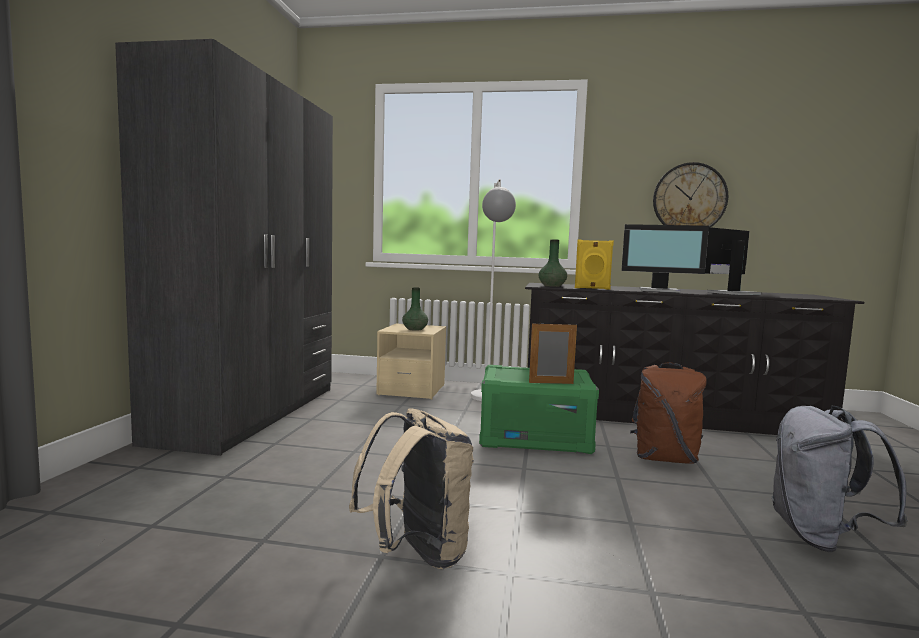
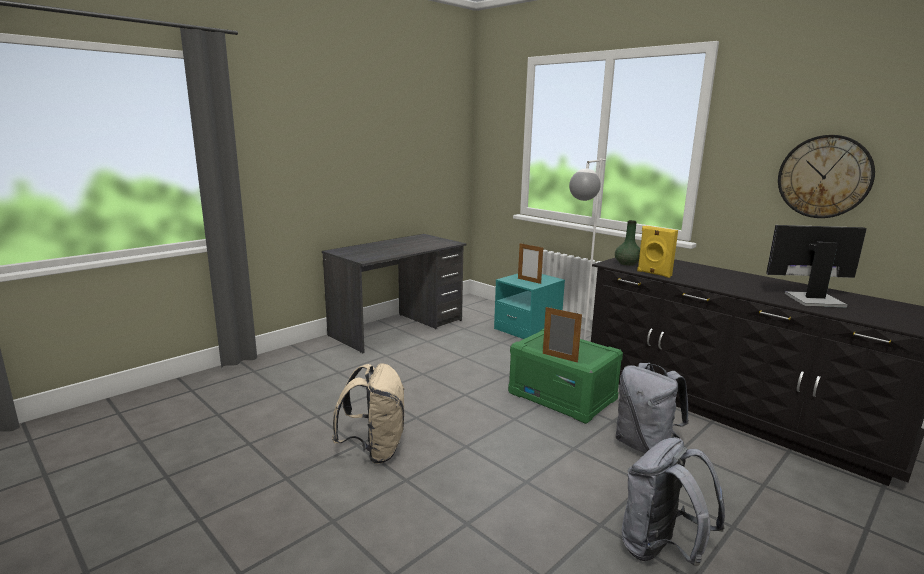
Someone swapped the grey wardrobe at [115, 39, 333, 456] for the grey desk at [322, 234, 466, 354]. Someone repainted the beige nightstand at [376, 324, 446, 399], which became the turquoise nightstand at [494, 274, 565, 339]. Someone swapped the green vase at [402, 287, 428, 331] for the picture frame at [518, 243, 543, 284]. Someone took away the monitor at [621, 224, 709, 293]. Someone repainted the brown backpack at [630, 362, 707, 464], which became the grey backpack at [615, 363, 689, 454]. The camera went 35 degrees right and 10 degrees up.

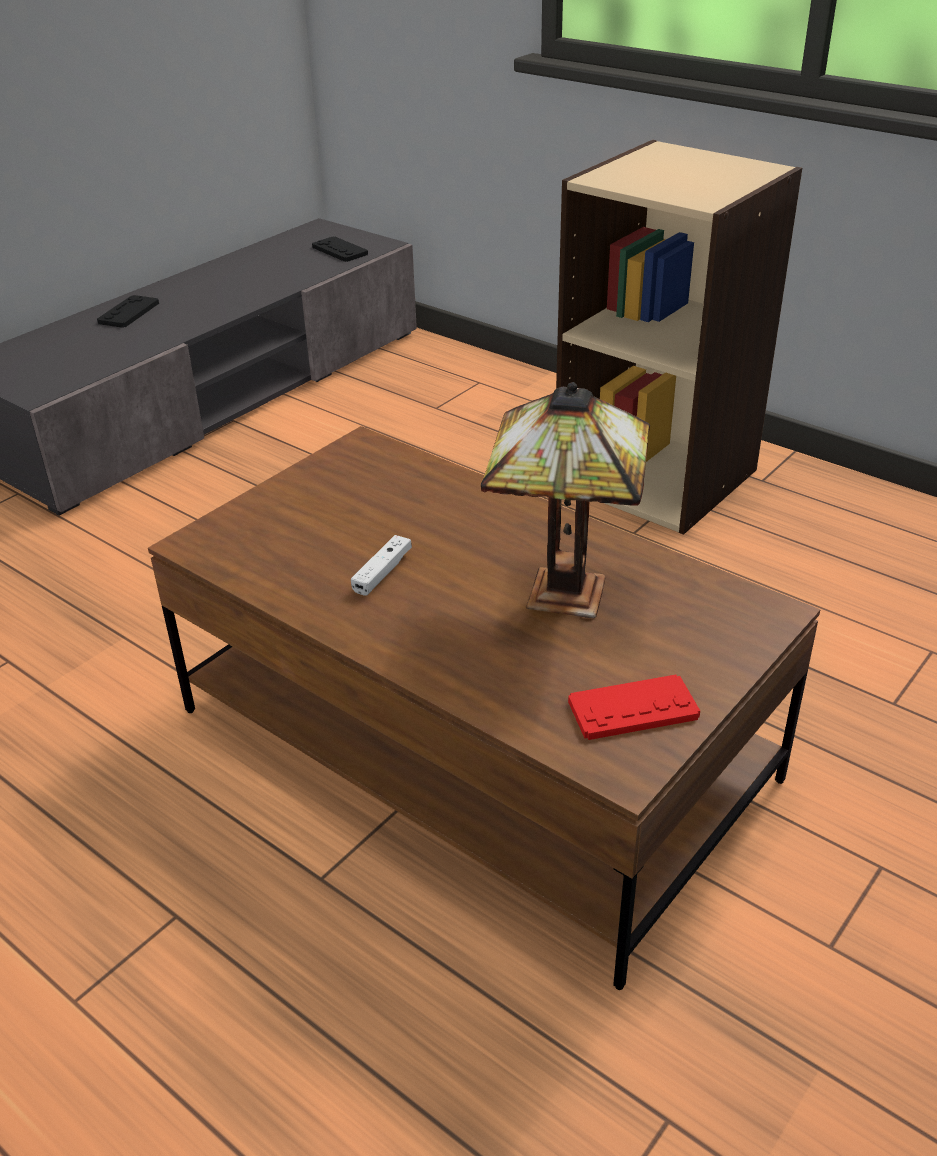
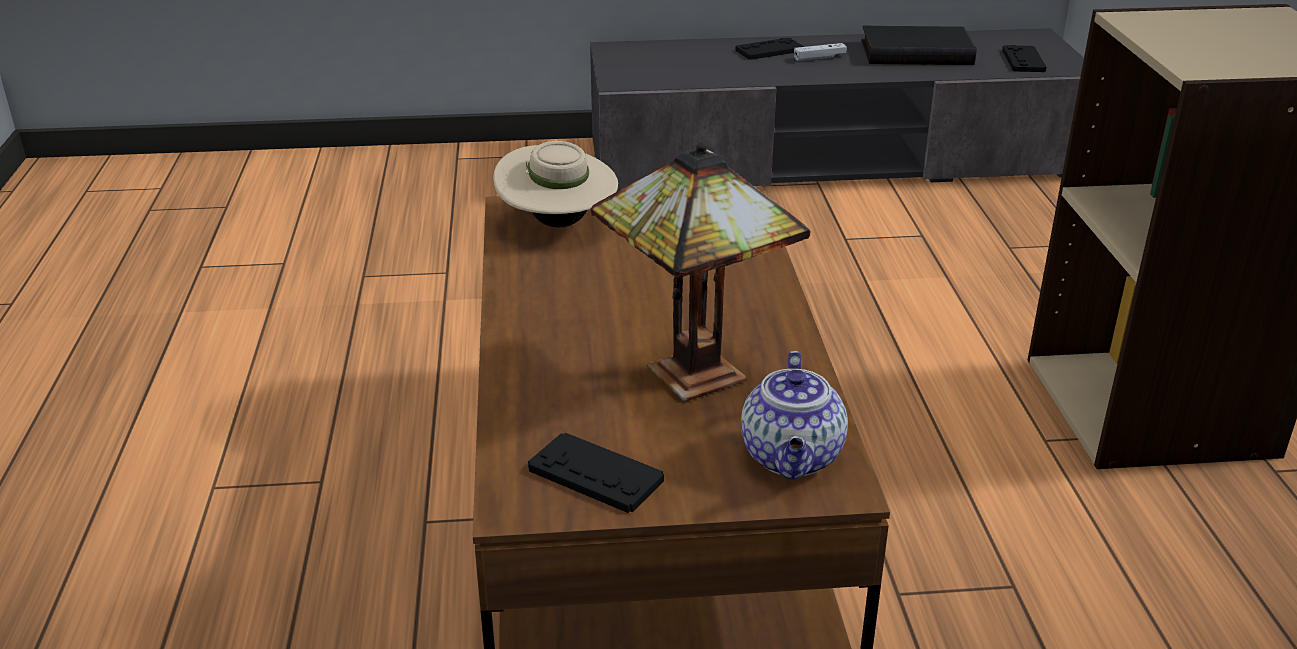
Someone carried the white game controller from [351, 535, 412, 596] to [794, 43, 847, 61]. Someone repainted the red game controller at [568, 675, 700, 740], which became the black game controller at [528, 433, 664, 513]. Someone put down the beige hat at [493, 141, 618, 227]. Someone put down the teapot at [741, 351, 848, 479]. Someone put down the black book at [861, 25, 977, 65]. The camera went 45 degrees right and 5 degrees down.

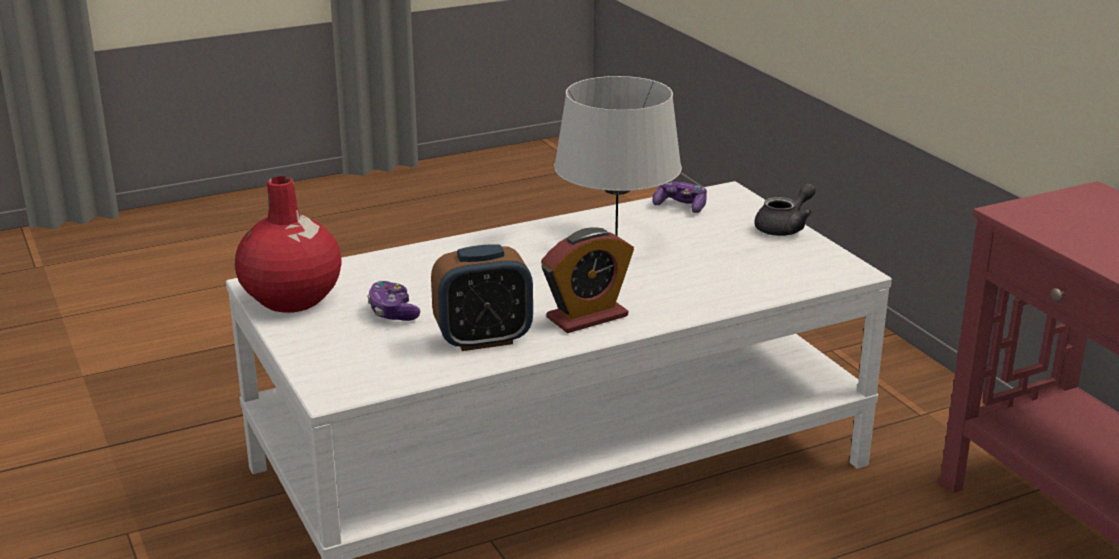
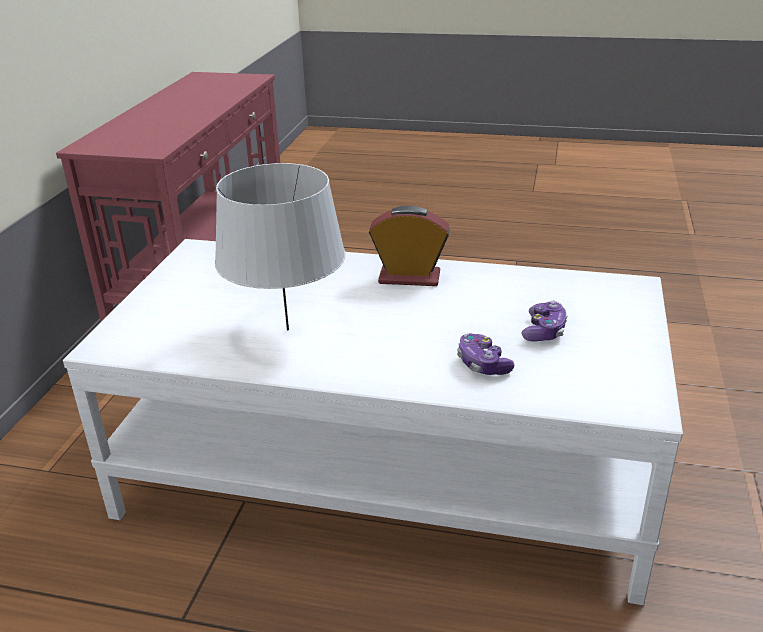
Someone took away the red vase at [235, 176, 342, 313]. Someone took away the alarm clock at [431, 244, 533, 351]. Someone carried the game controller from [652, 181, 707, 213] to [457, 334, 514, 375]. Someone took away the grey teapot at [754, 183, 816, 236]. The camera went 140 degrees left and 5 degrees up.

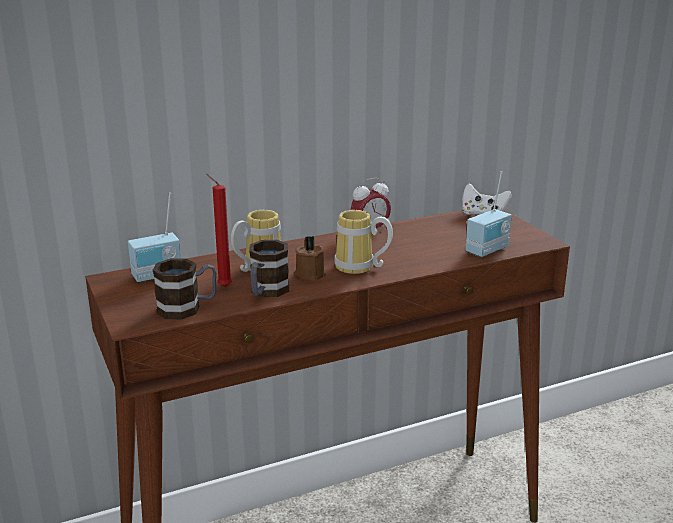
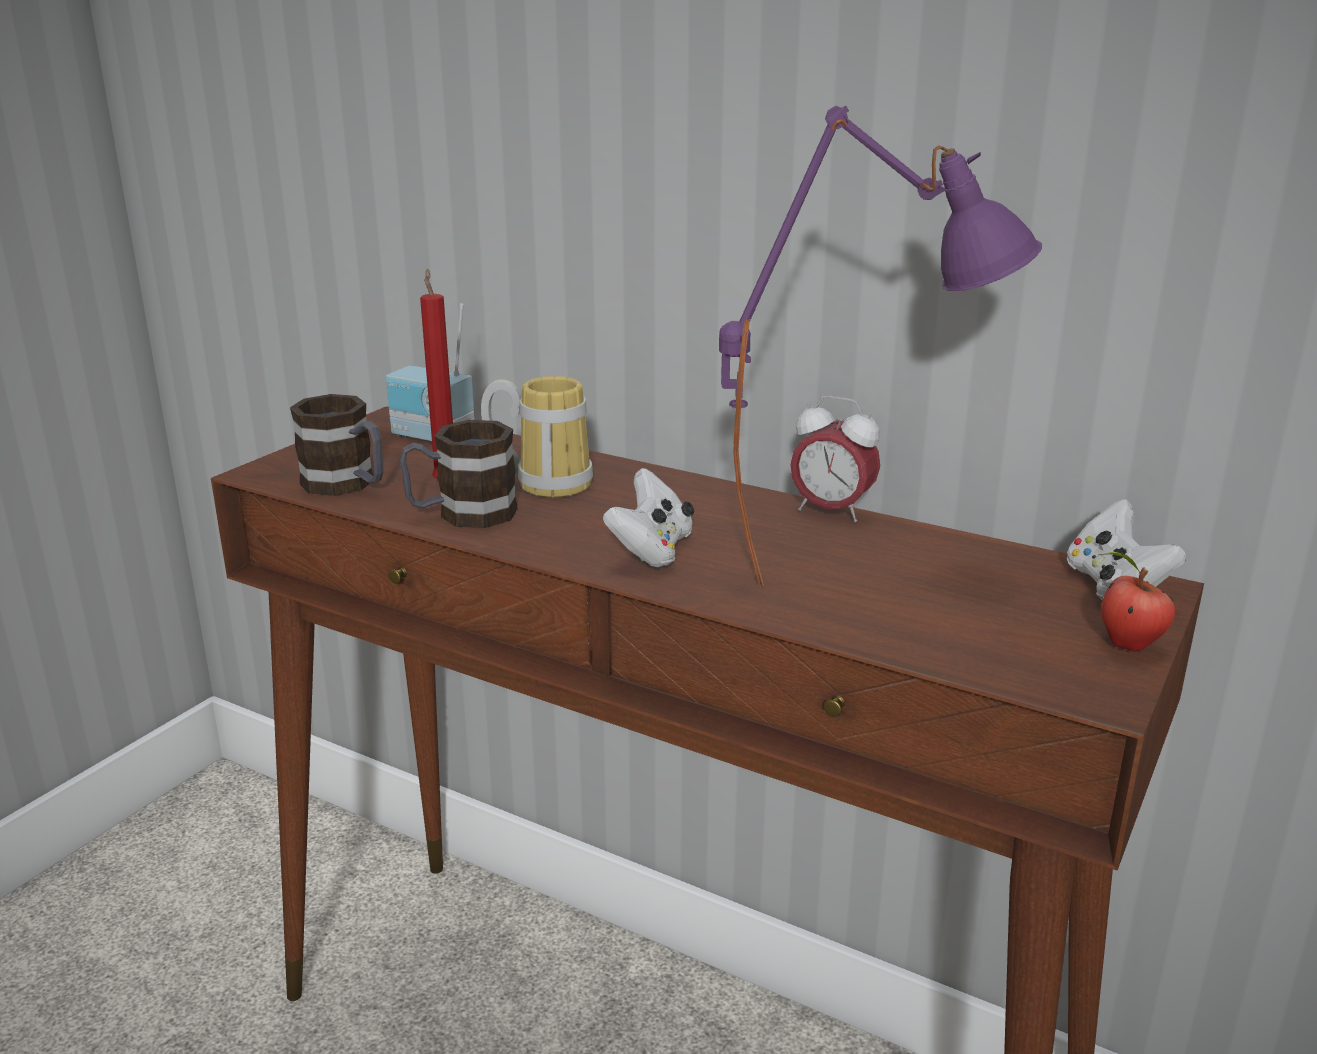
Someone took away the brown candle at [295, 236, 326, 281]. Someone swapped the mug at [334, 210, 393, 274] for the white game controller at [603, 468, 694, 568]. Someone took away the radio at [465, 171, 512, 257]. Someone put down the purple table lamp at [719, 106, 1042, 587]. Someone put down the apple at [1099, 552, 1175, 652]. The camera went 55 degrees right and 0 degrees up.

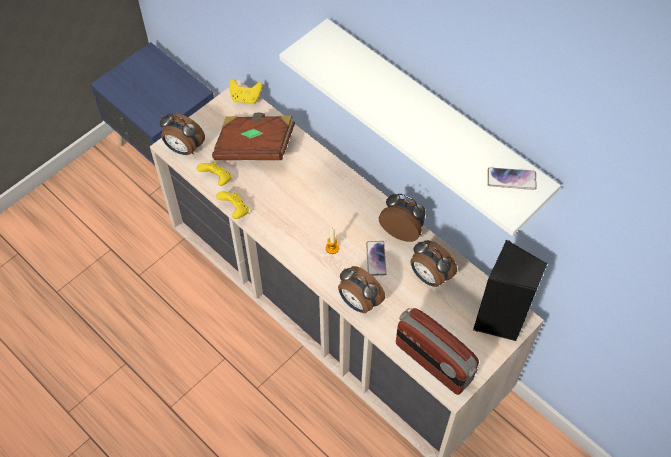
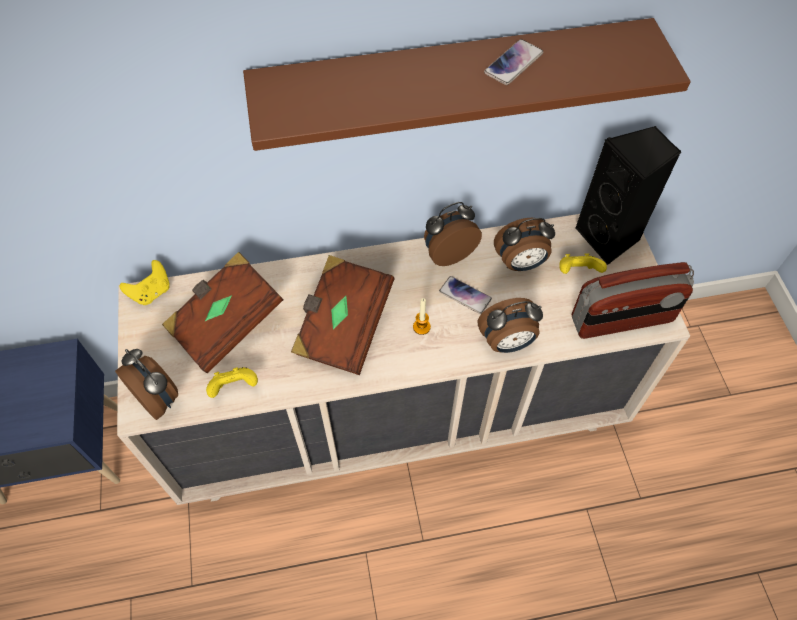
Someone rotated the alarm clock at [160, 113, 205, 155] by 105 degrees counterclockwise. Someone carried the yellow game controller from [216, 191, 249, 219] to [559, 253, 607, 274]. Someone repainted the white shelf at [279, 19, 560, 236], which became the brown shelf at [243, 18, 691, 151]. Someone carried the phone from [487, 167, 537, 190] to [484, 39, 543, 85]. Someone put down the brown book at [291, 255, 395, 375]. The camera went 55 degrees left and 0 degrees up.

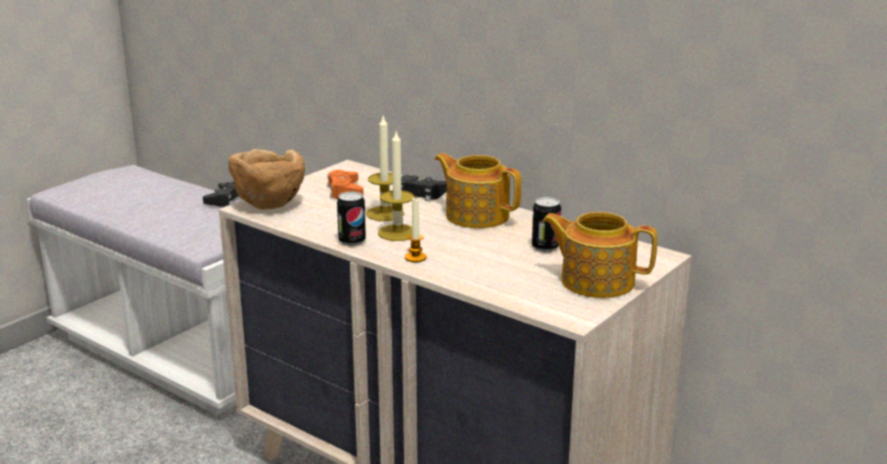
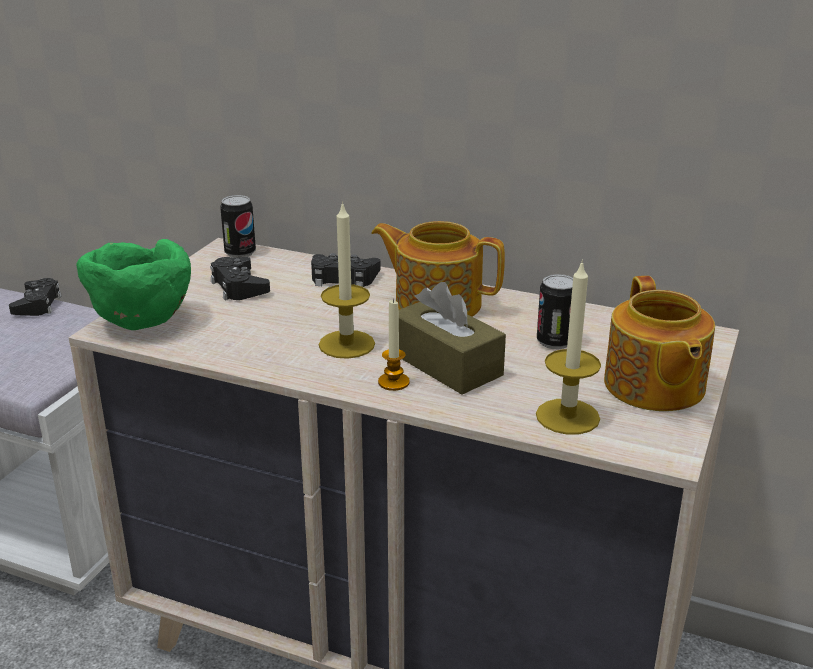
Someone repainted the brown bowl at [228, 149, 305, 209], which became the green bowl at [76, 239, 191, 330]. Someone repainted the orange game controller at [327, 170, 363, 199], which became the black game controller at [210, 257, 270, 301]. Someone carried the can from [337, 192, 366, 246] to [220, 195, 256, 258]. Someone carried the candle from [366, 116, 404, 221] to [536, 260, 601, 435]. Someone rotated the teapot at [542, 212, 657, 298] by 105 degrees counterclockwise. Someone put down the brown tissue box at [399, 282, 506, 395]. The camera went 15 degrees left and 5 degrees up.

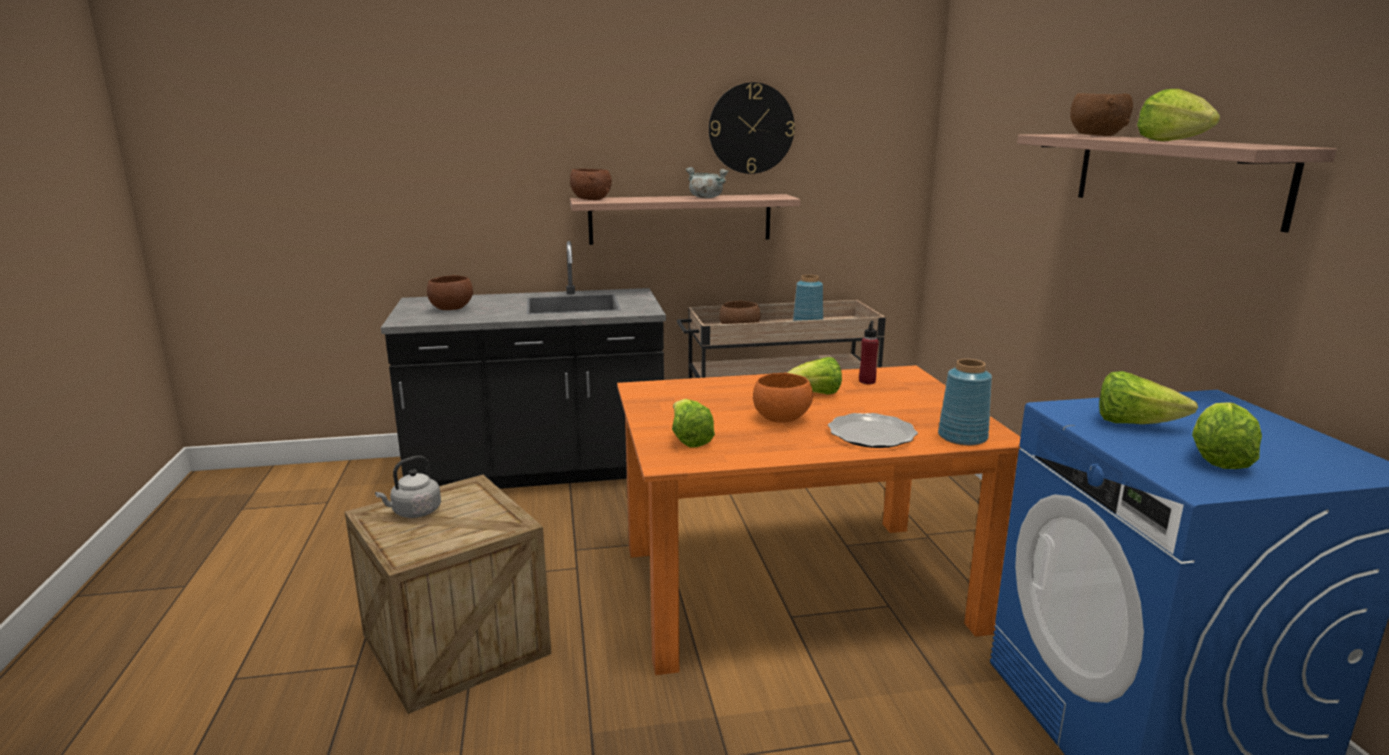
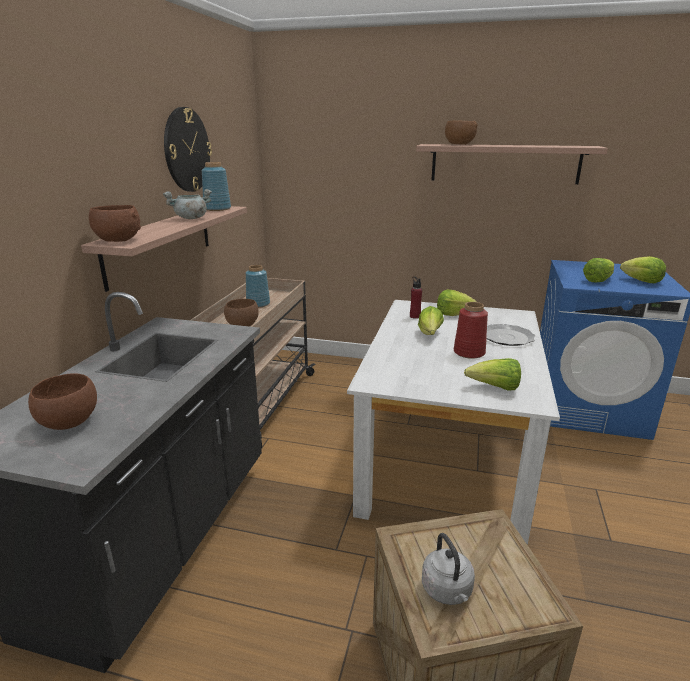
Someone repainted the orange dining table at [617, 365, 1020, 675], which became the white dining table at [347, 300, 560, 545]. Someone swapped the orange bowl at [753, 373, 813, 423] for the red vase at [454, 302, 488, 359]. Someone carried the blue vase from [938, 359, 992, 446] to [202, 162, 231, 211]. Someone carried the lettuce from [1137, 89, 1220, 141] to [437, 290, 477, 316]. The camera went 65 degrees left and 5 degrees up.

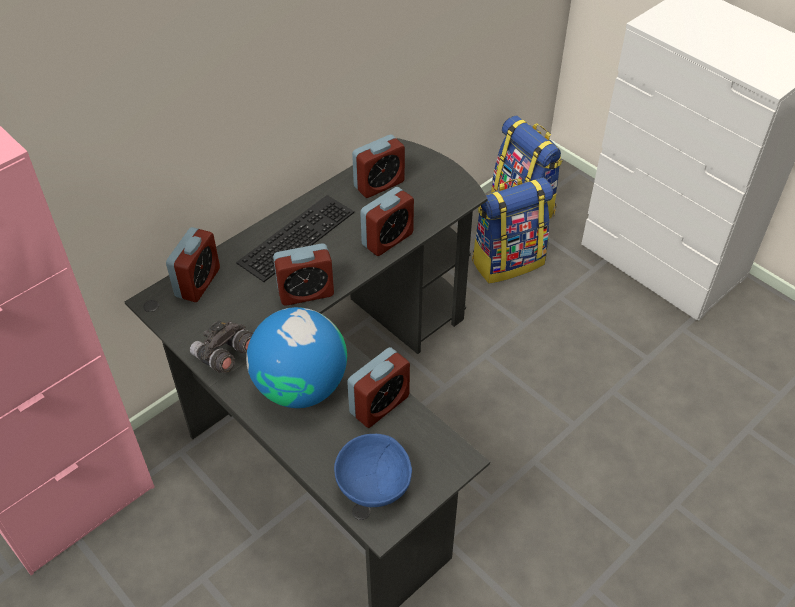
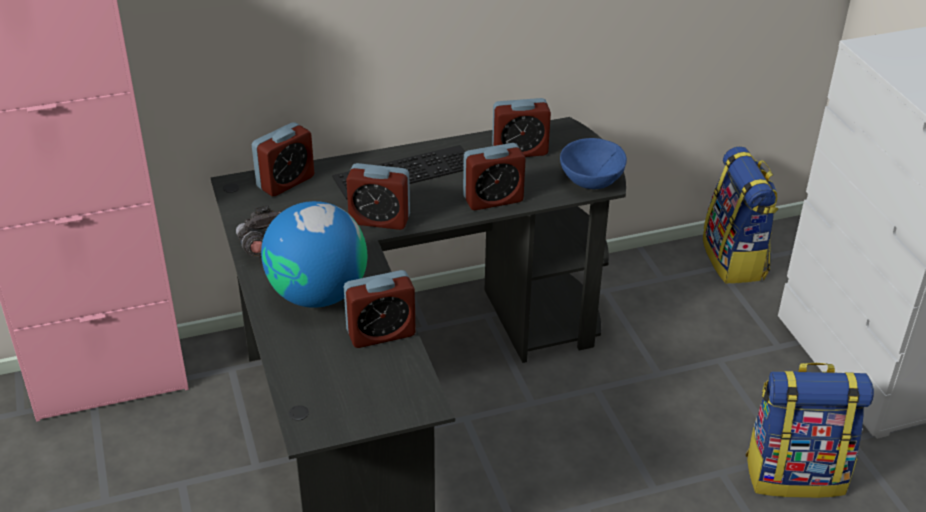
Someone carried the blue bowl from [334, 434, 412, 507] to [560, 138, 627, 189]. Someone carried the backpack from [472, 178, 553, 283] to [745, 363, 874, 498]. The camera went 25 degrees right and 10 degrees down.

